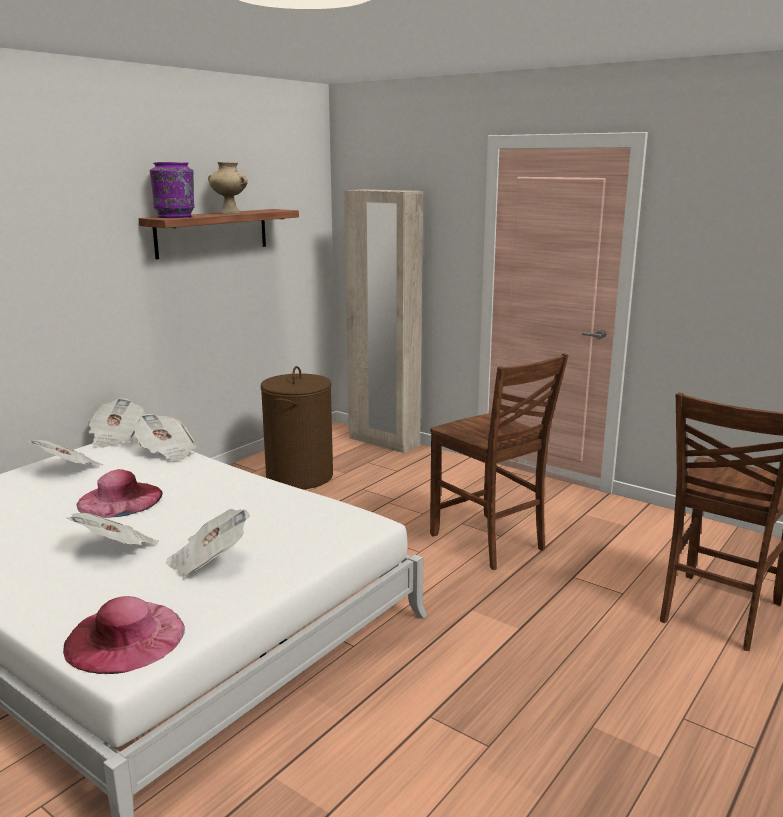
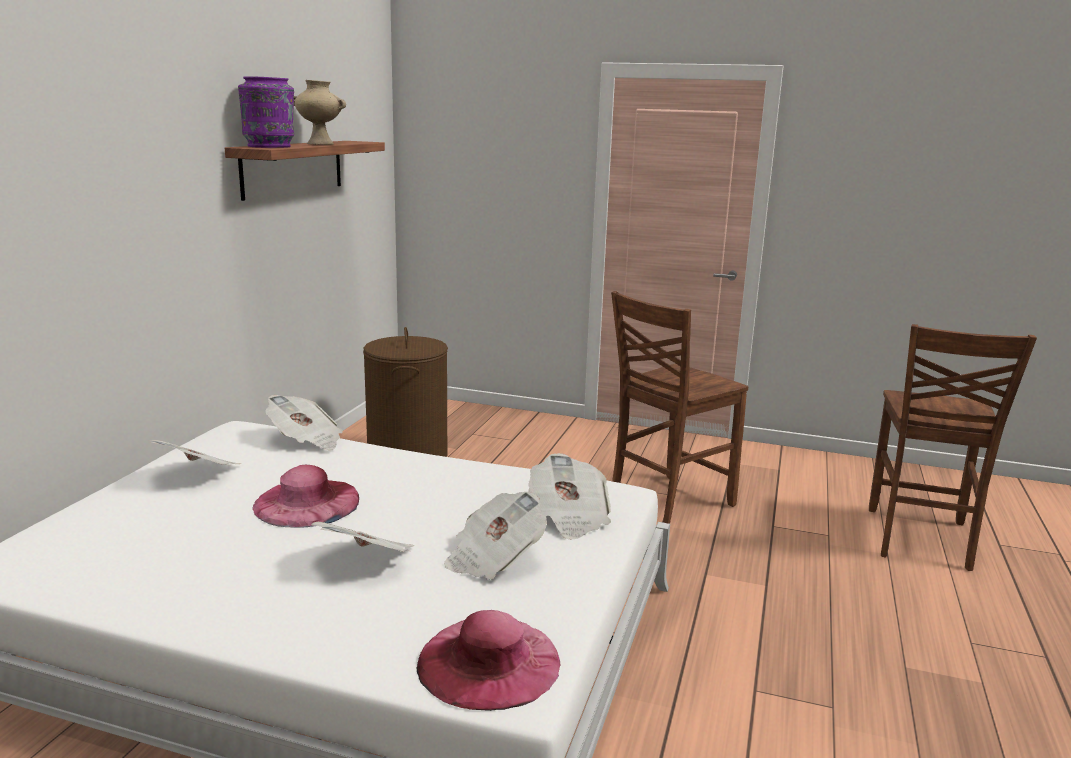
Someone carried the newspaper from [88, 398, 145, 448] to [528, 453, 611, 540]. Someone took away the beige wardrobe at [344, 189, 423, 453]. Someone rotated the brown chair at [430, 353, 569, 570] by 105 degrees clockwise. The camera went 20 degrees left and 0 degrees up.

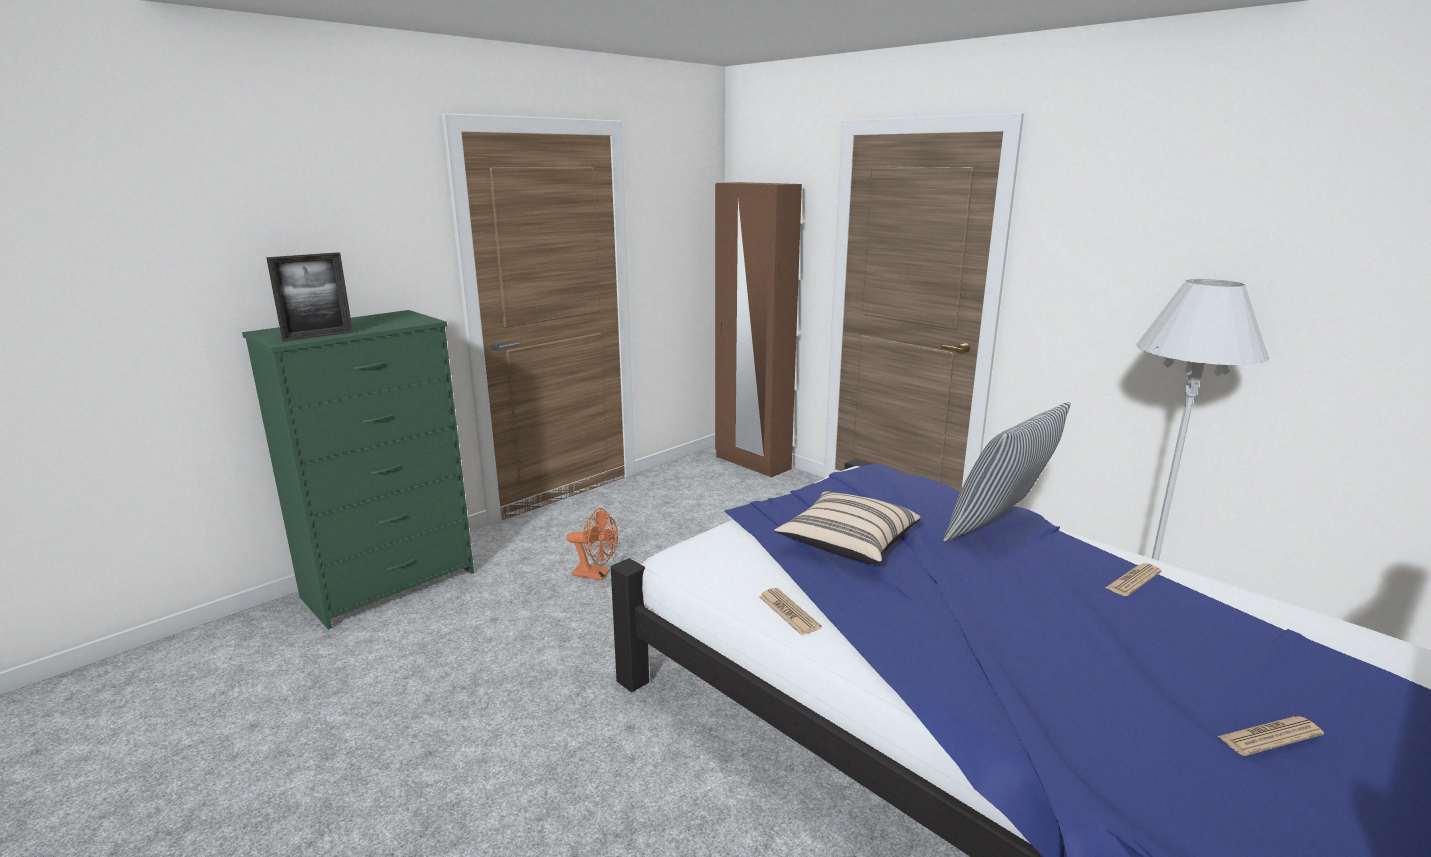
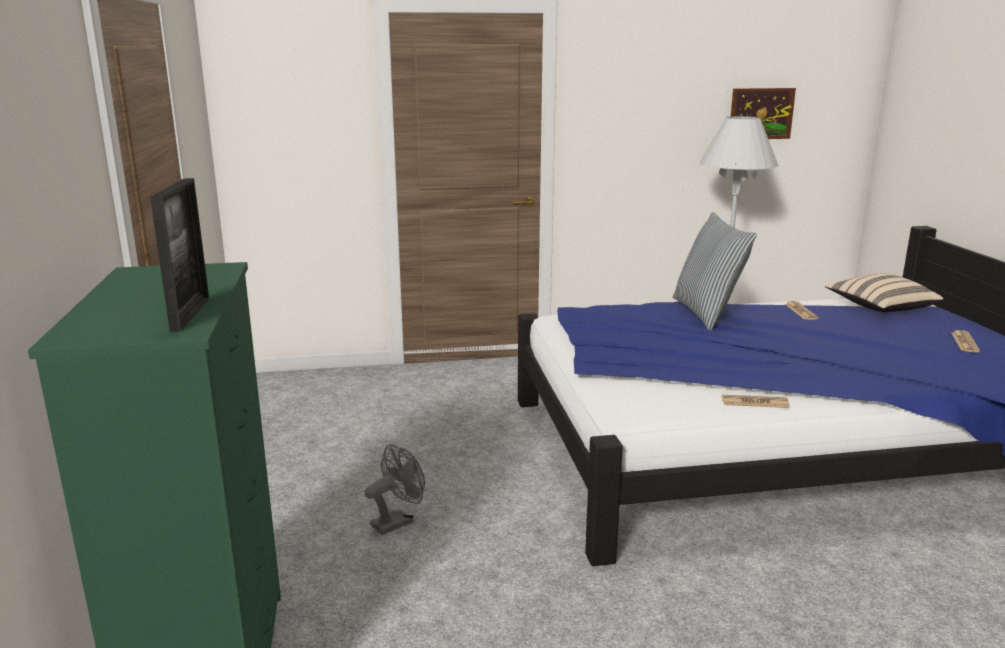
Someone repainted the orange fan at [567, 508, 618, 580], which became the grey fan at [365, 444, 425, 535]. Someone took away the brown wardrobe at [715, 182, 802, 477]. Someone carried the beige pillow from [774, 491, 921, 564] to [825, 273, 943, 312]. Someone put up the picture at [731, 88, 796, 139]. The camera went 55 degrees left and 0 degrees up.

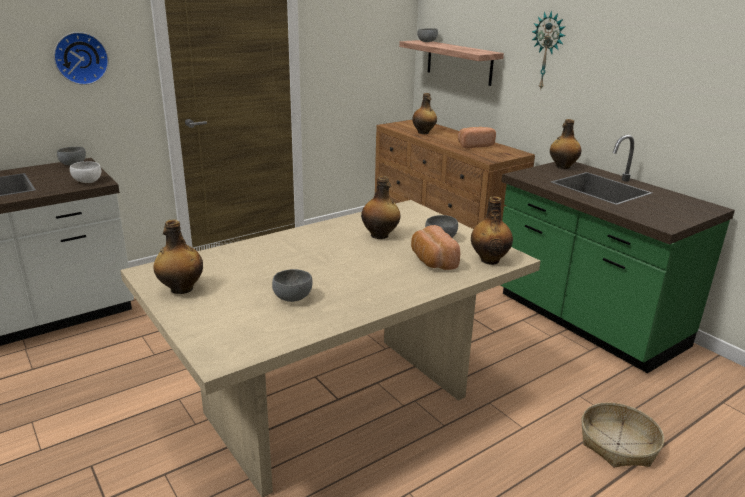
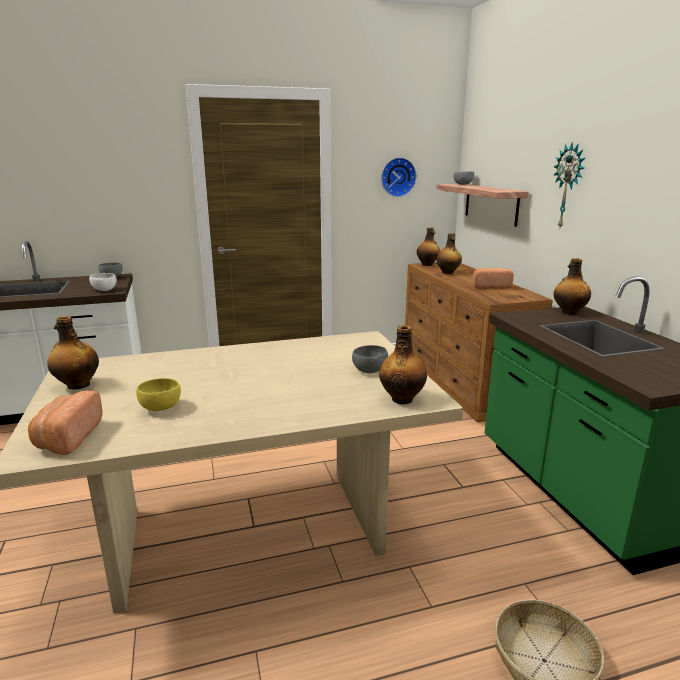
Someone carried the wall clock from [54, 32, 109, 85] to [381, 157, 417, 197]. Someone repainted the grey bowl at [272, 269, 313, 302], which became the yellow bowl at [136, 378, 181, 411]. Someone carried the bottle from [361, 176, 400, 239] to [417, 227, 440, 266]. Someone carried the bread from [411, 225, 460, 270] to [28, 391, 103, 455]. The camera went 20 degrees right and 5 degrees down.

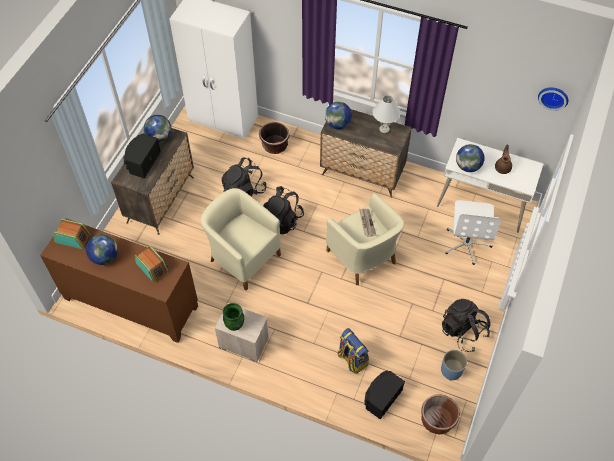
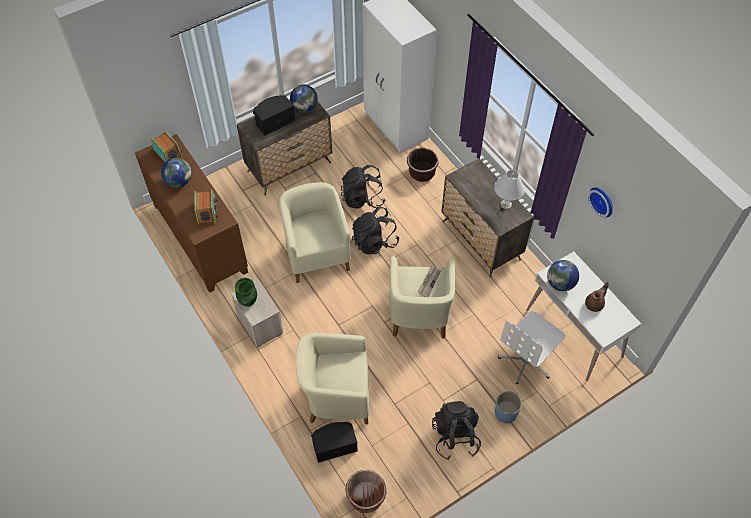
Someone took away the globe at [325, 102, 352, 129]. Someone swapped the backpack at [338, 328, 369, 374] for the beige armchair at [296, 333, 369, 424]. Someone carried the blue planter from [441, 350, 467, 380] to [495, 391, 522, 423]. Someone carried the wall clock from [538, 87, 569, 111] to [588, 187, 613, 218]. The camera went 35 degrees right and 0 degrees up.

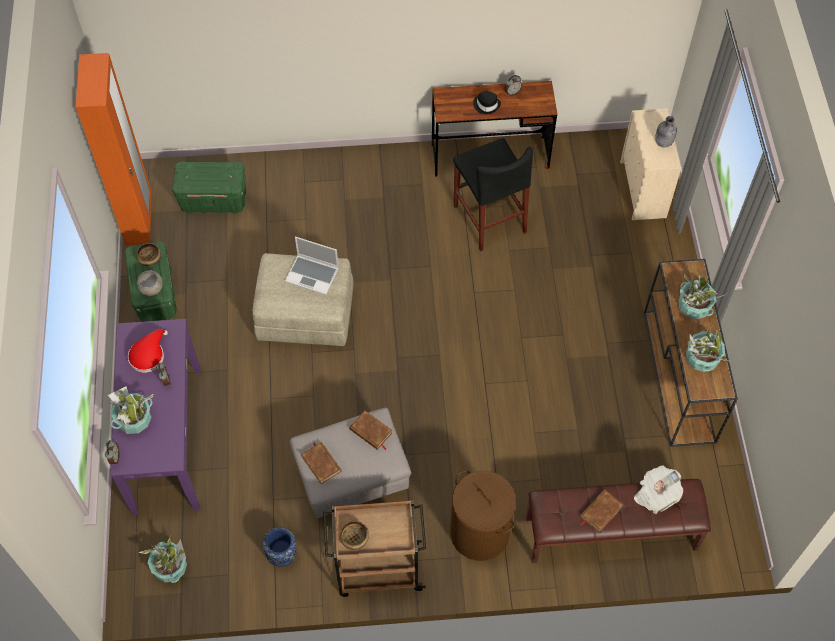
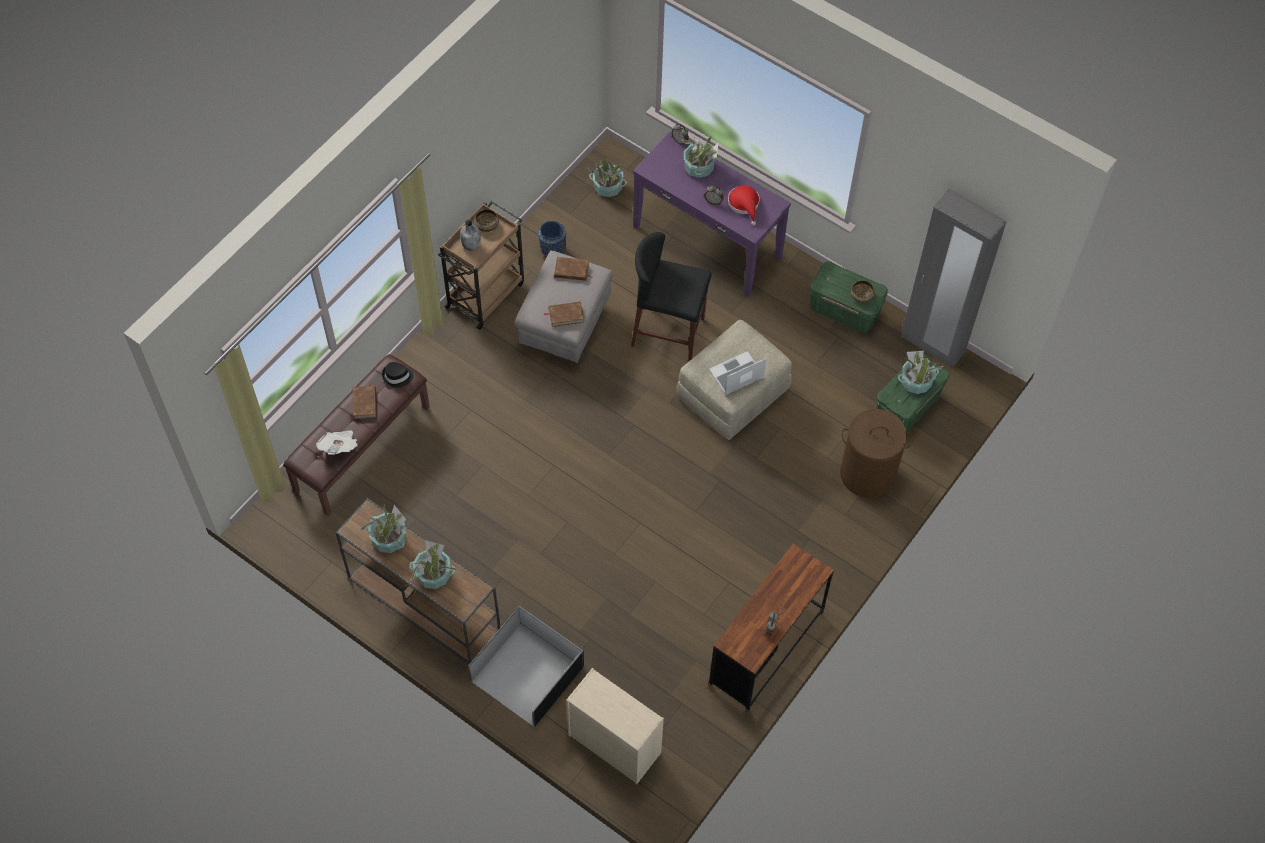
Someone repainted the orange wardrobe at [76, 53, 152, 245], which became the grey wardrobe at [901, 189, 1007, 368]. Someone took away the grey bowl at [137, 270, 163, 296]. Someone carried the brown laundry basket from [450, 470, 516, 561] to [840, 409, 914, 498]. Someone carried the black stool from [453, 138, 533, 251] to [631, 232, 711, 360]. Someone carried the black hat from [473, 91, 501, 114] to [382, 362, 414, 387]. Someone carried the grey bottle from [655, 116, 677, 148] to [460, 220, 481, 251]. Someone put down the black storage box at [468, 605, 584, 727]. Someone put down the potted plant at [898, 351, 943, 394]. The camera went 130 degrees right and 0 degrees up.

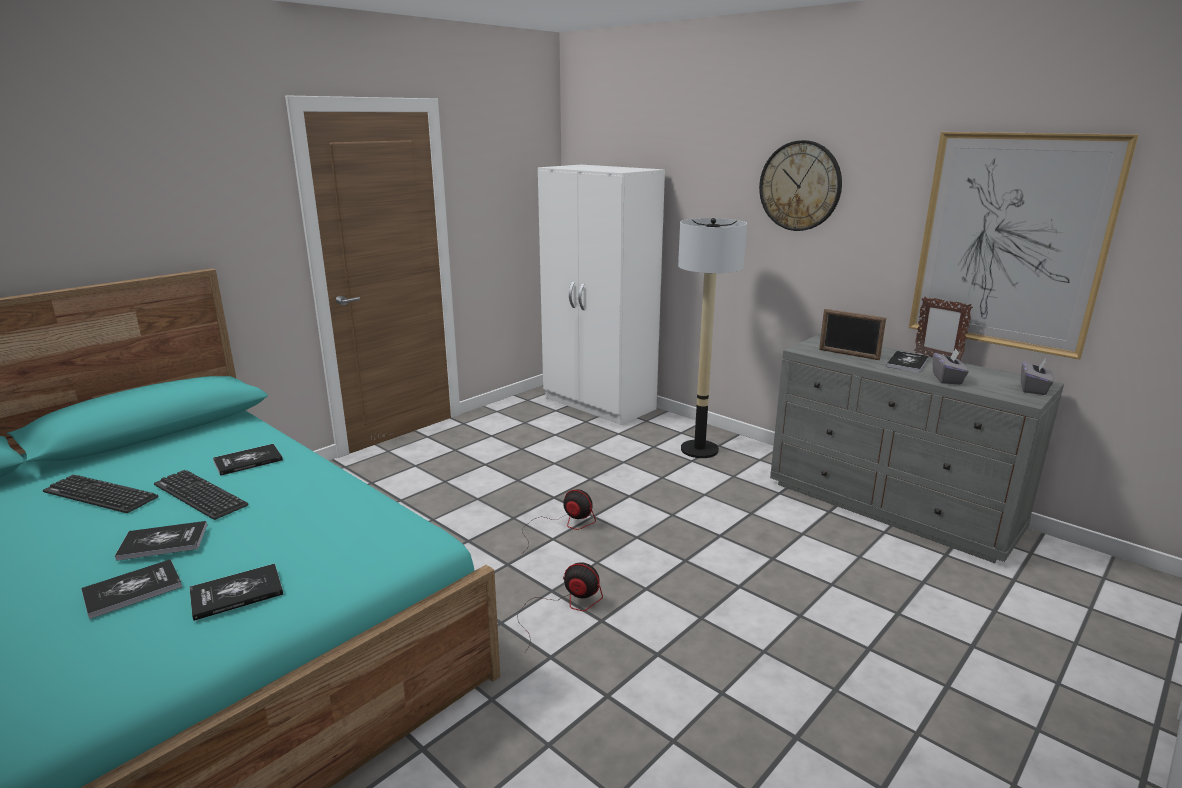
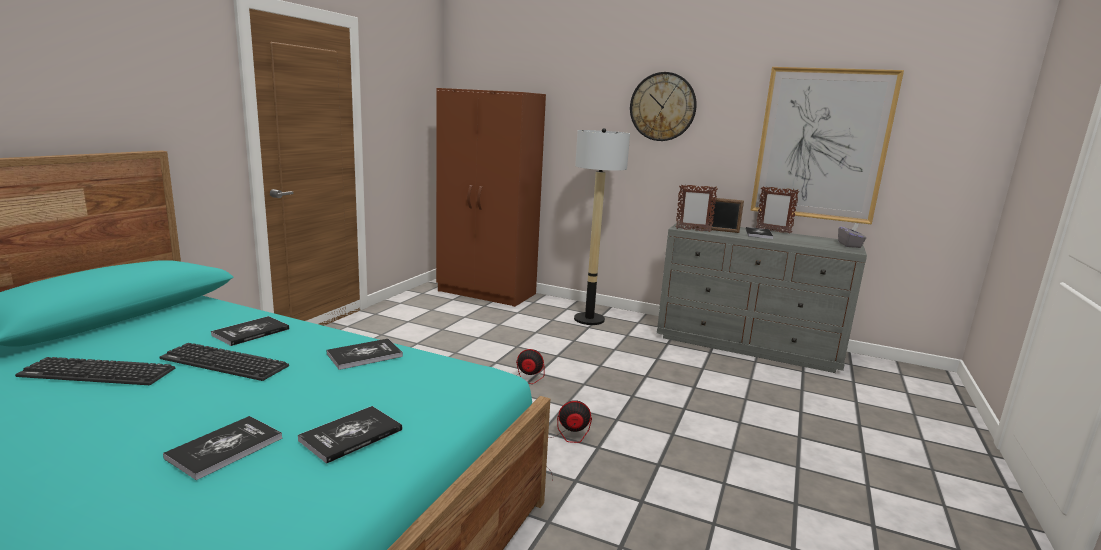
Someone carried the book from [115, 521, 207, 561] to [327, 339, 403, 370]. Someone repainted the white wardrobe at [538, 165, 665, 425], which became the brown wardrobe at [436, 88, 546, 307]. Someone took away the grey tissue box at [933, 348, 969, 384]. Someone put down the picture frame at [675, 184, 718, 232]. The camera went 20 degrees left and 5 degrees down.

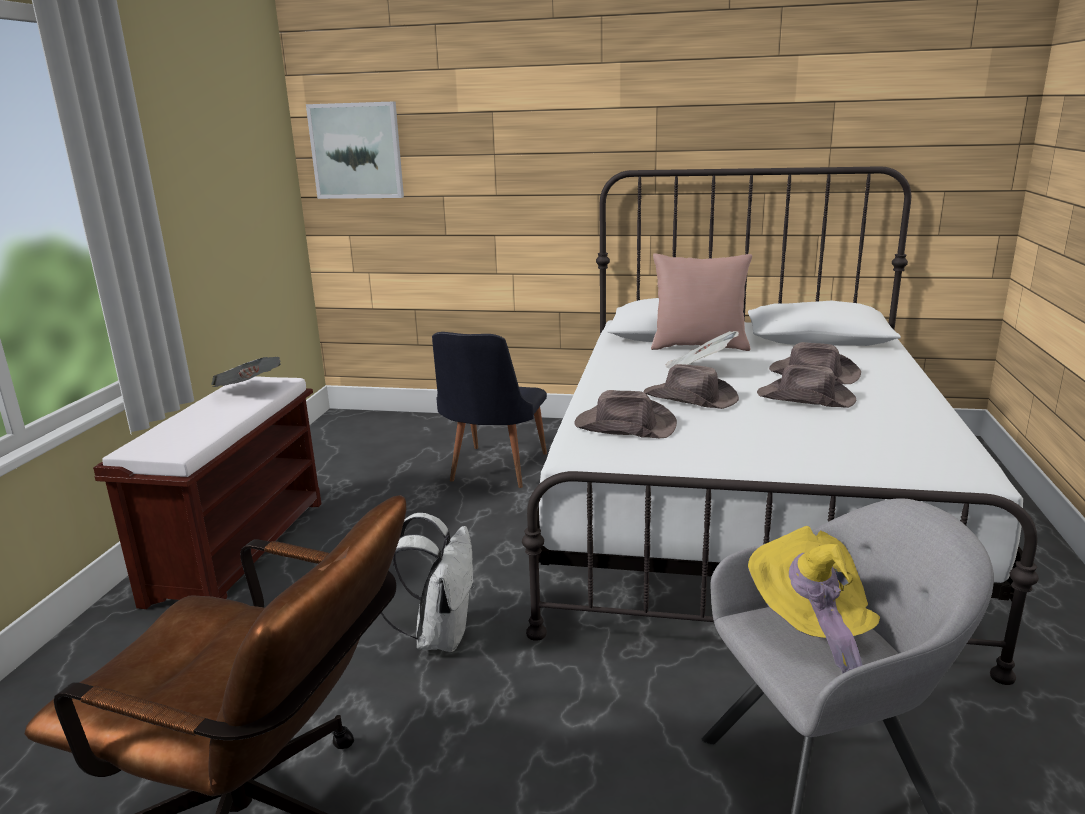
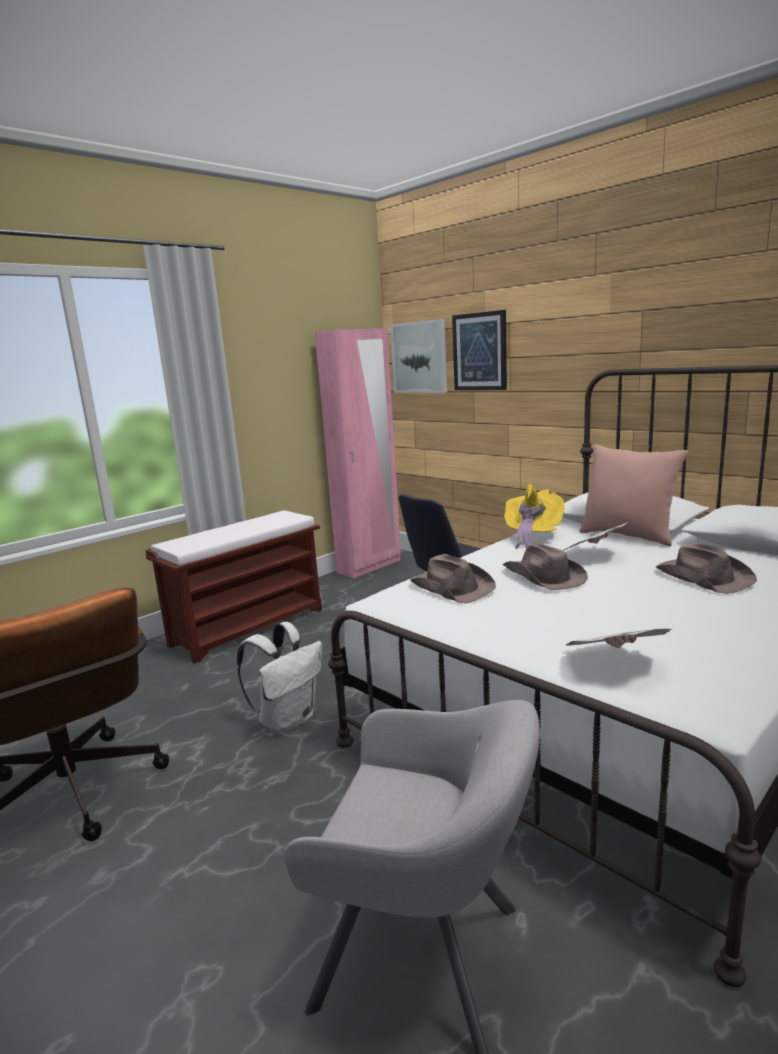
Someone carried the newspaper from [212, 357, 281, 387] to [565, 629, 672, 648]. Someone carried the yellow hat from [748, 526, 880, 674] to [504, 484, 565, 549]. Someone took away the brown hat at [757, 365, 857, 408]. Someone put down the pink wardrobe at [315, 328, 401, 578]. Someone put up the picture at [452, 310, 507, 390]. The camera went 35 degrees right and 5 degrees down.

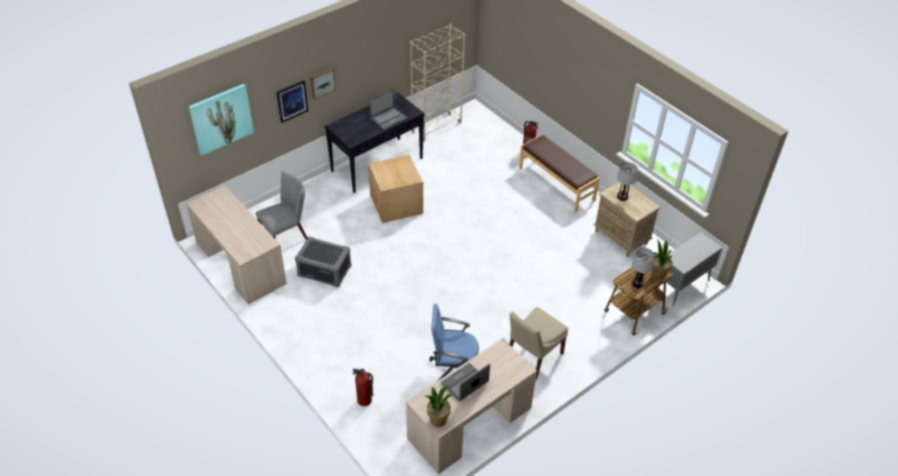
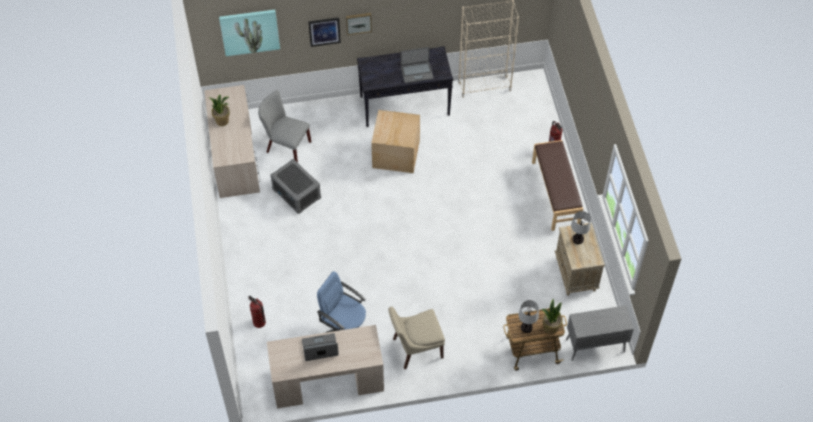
Someone rotated the grey chair at [256, 171, 307, 240] by 150 degrees counterclockwise. Someone carried the potted plant from [424, 385, 454, 427] to [209, 95, 230, 126]. The camera went 30 degrees right and 10 degrees up.

